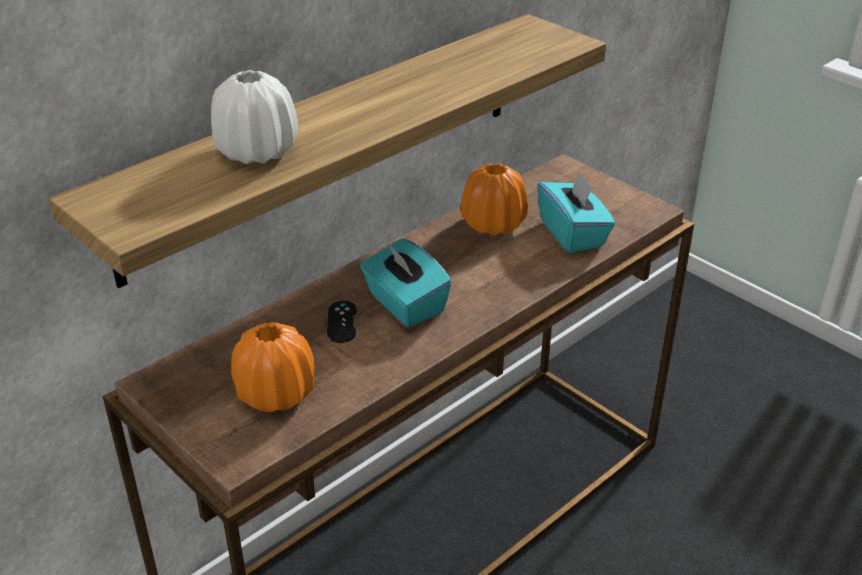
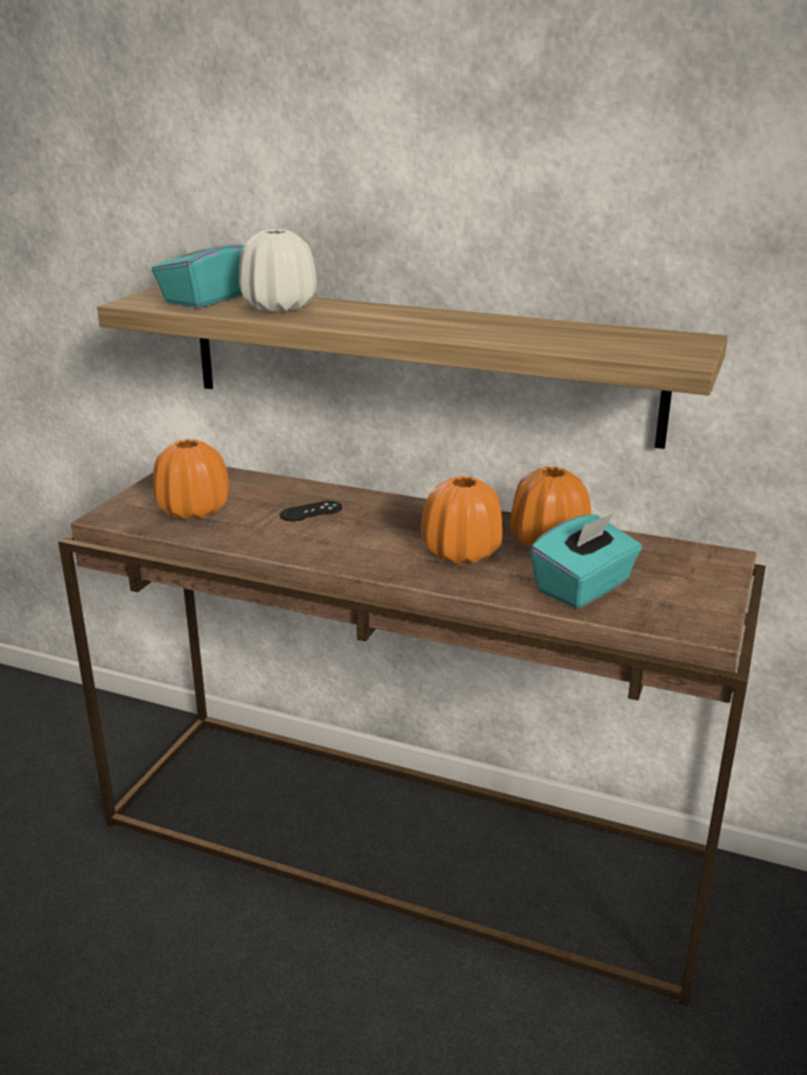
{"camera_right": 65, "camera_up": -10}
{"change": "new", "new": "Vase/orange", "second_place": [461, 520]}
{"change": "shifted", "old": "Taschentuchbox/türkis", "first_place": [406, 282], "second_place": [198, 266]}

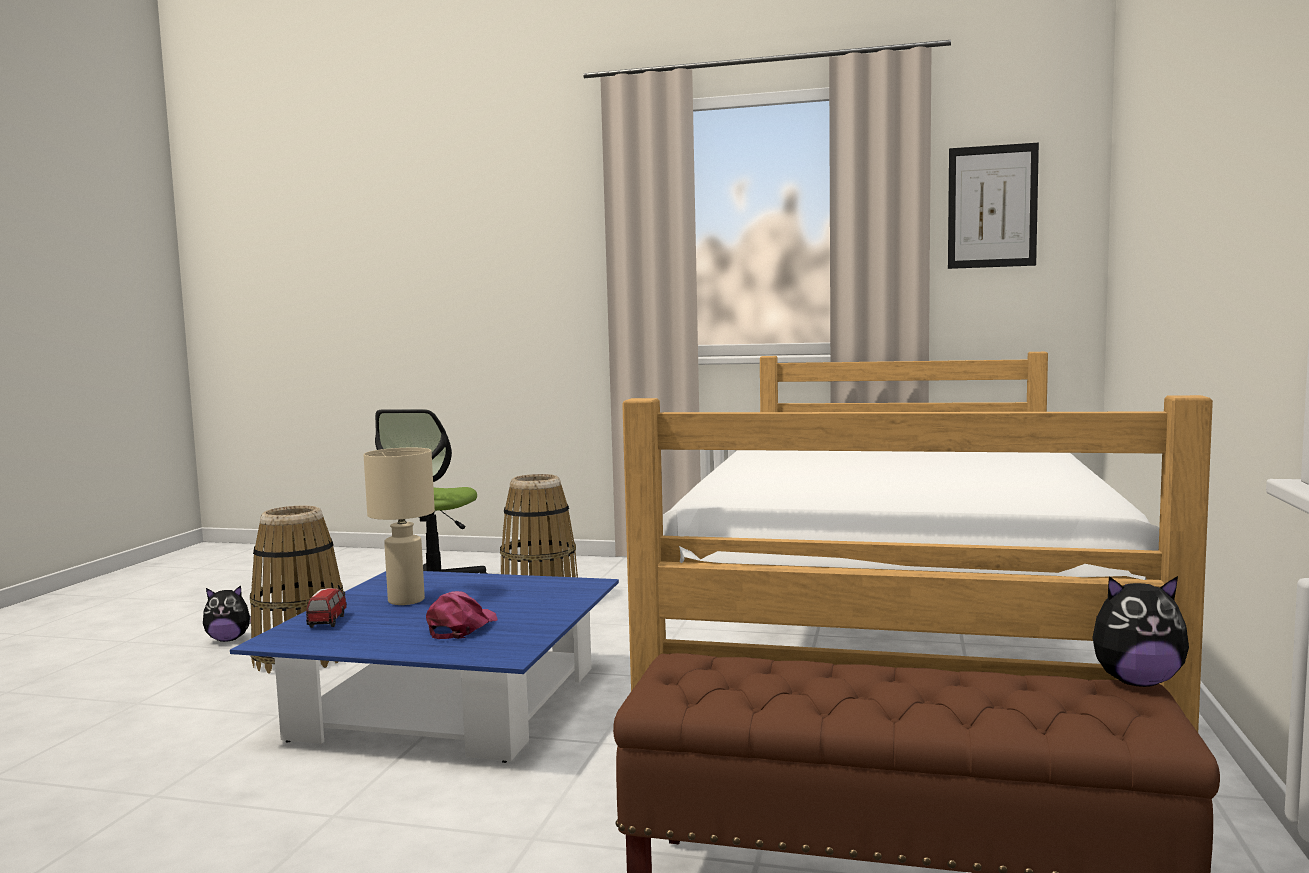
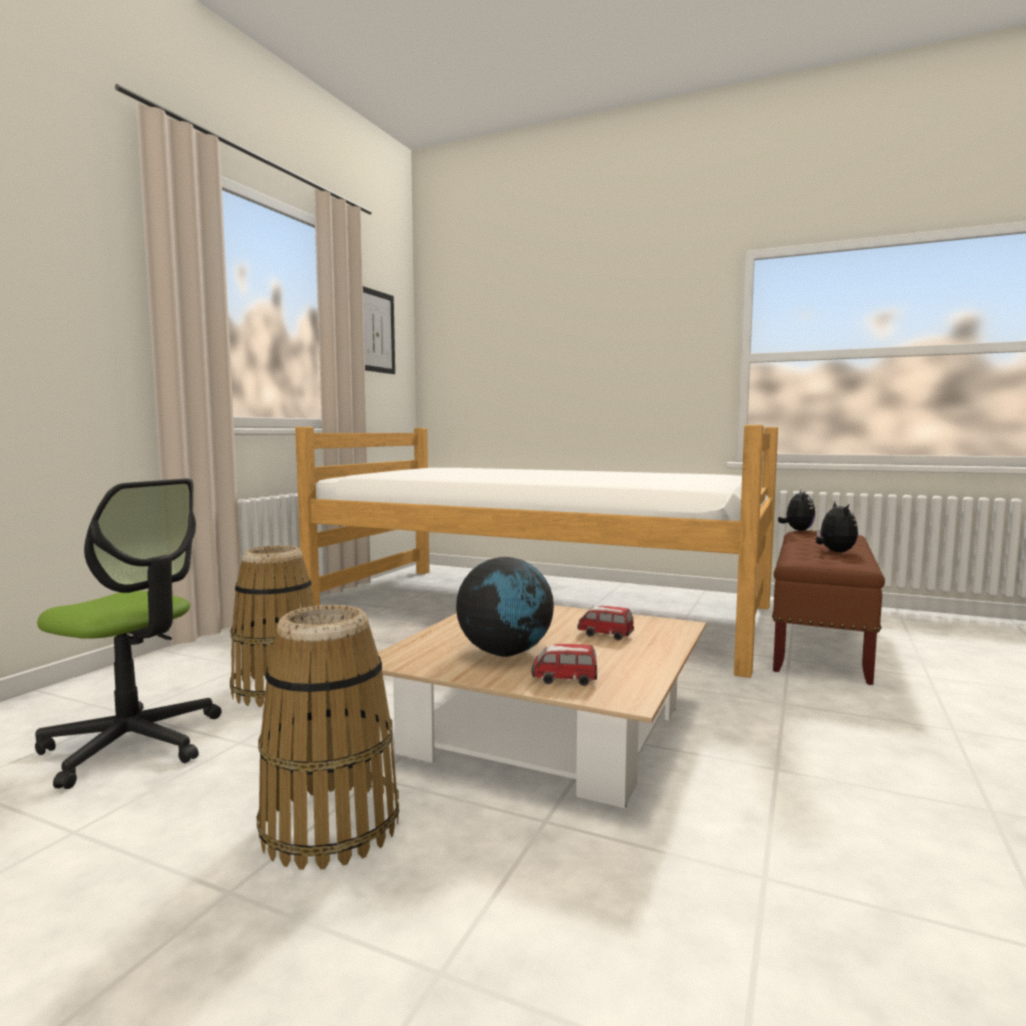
{"camera_right": -80, "camera_up": 0}
{"change": "shifted", "old": "Plüschtier", "first_place": [227, 613], "second_place": [837, 527]}
{"change": "swapped", "old": "Tischlampe/beige", "new": "Globus", "first_place": [399, 526], "second_place": [505, 607]}
{"change": "swapped", "old": "Kappe/rosa", "new": "Spielzeugauto", "first_place": [462, 615], "second_place": [605, 623]}
{"change": "repainted", "old": "Couchtisch/blau", "new": "Couchtisch/beige", "first_place": [424, 667], "second_place": [542, 706]}

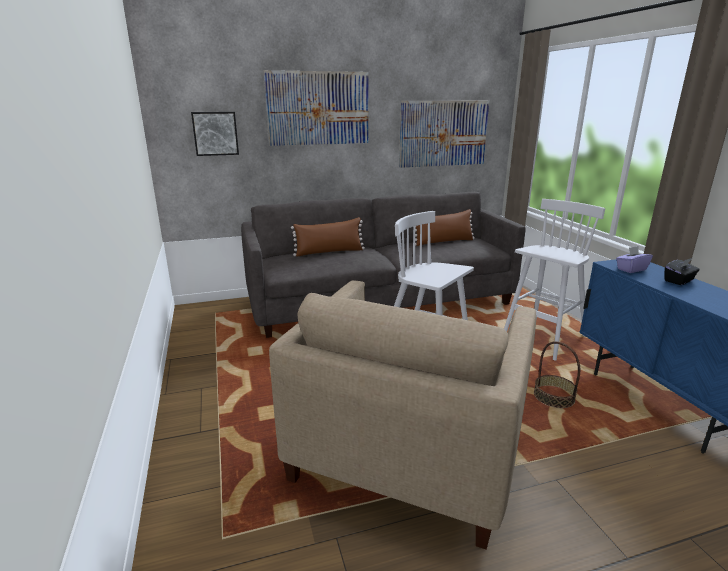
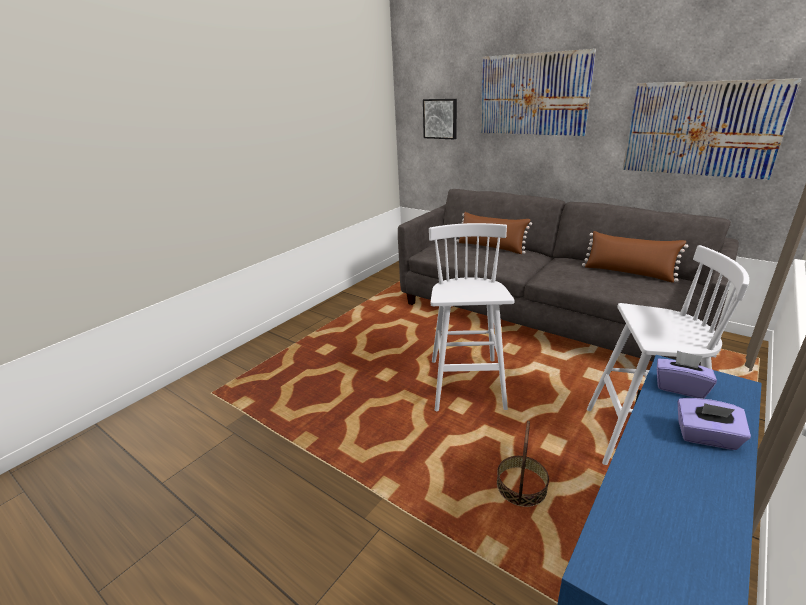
{"camera_right": 55, "camera_up": 5}
{"change": "gone", "old": "Sessel/beige", "first_place": [402, 415]}
{"change": "repainted", "old": "Taschentuchbox/schwarz", "new": "Taschentuchbox/lila", "first_place": [682, 271], "second_place": [714, 424]}

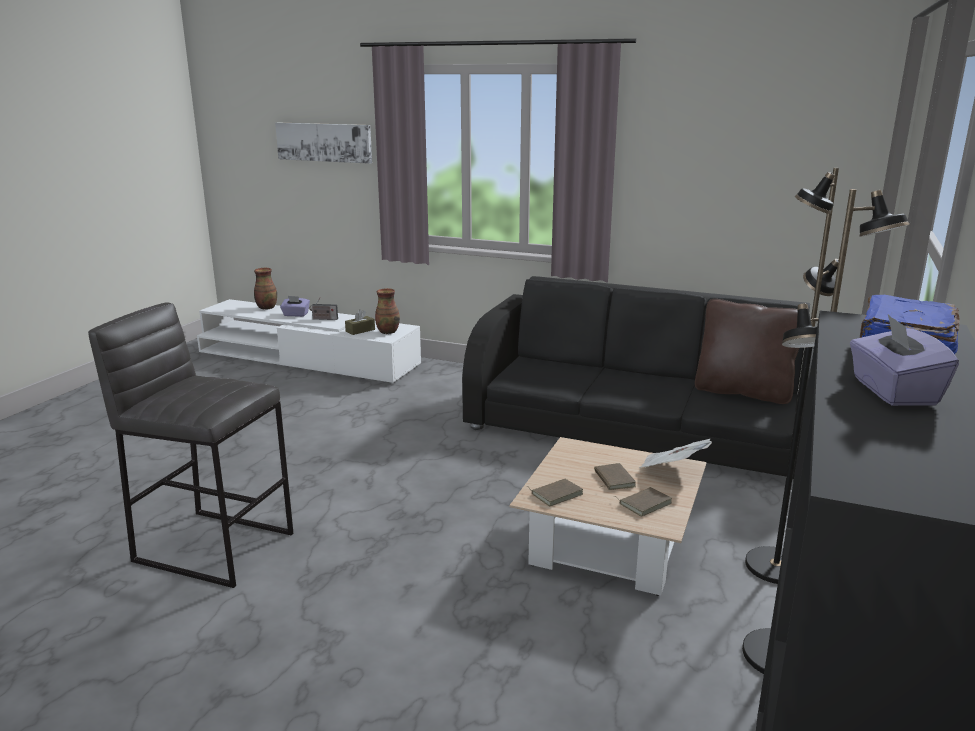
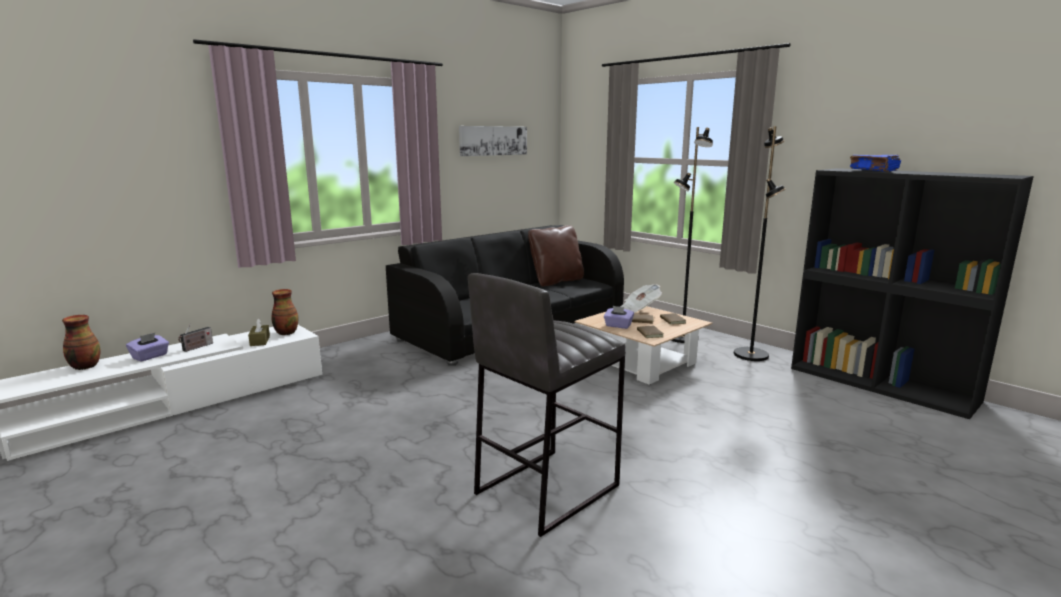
{"camera_right": -65, "camera_up": -5}
{"change": "shifted", "old": "Bild", "first_place": [323, 143], "second_place": [493, 141]}
{"change": "shifted", "old": "Taschentuchbox/lila", "first_place": [904, 360], "second_place": [619, 317]}

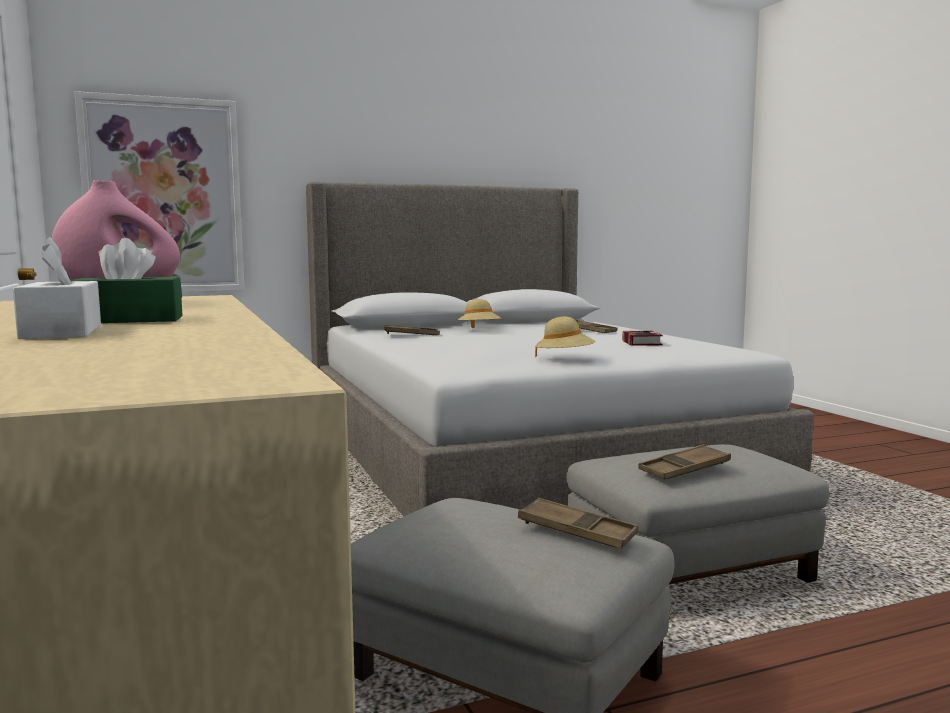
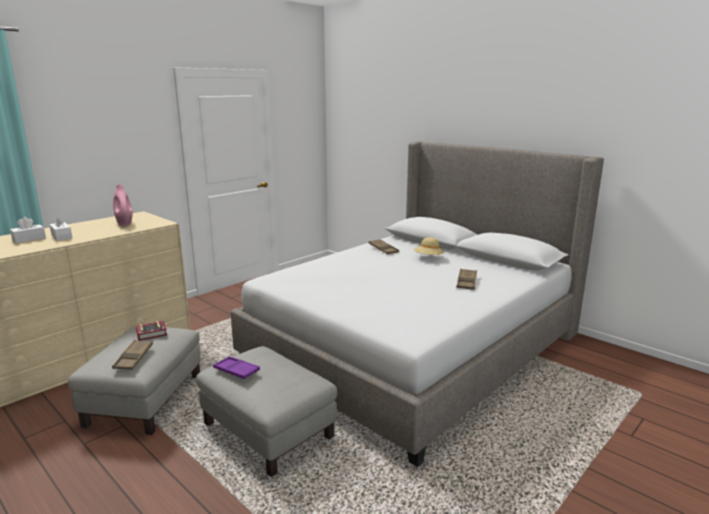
{"camera_right": 65, "camera_up": 10}
{"change": "gone", "old": "Bild", "first_place": [159, 191]}
{"change": "gone", "old": "Hut/beige", "first_place": [565, 337]}
{"change": "shifted", "old": "Buch", "first_place": [642, 338], "second_place": [151, 331]}
{"change": "repainted", "old": "Taschentuchbox/grün", "new": "Taschentuchbox/weiß", "first_place": [127, 280], "second_place": [60, 228]}
{"change": "repainted", "old": "Tablett/braun", "new": "Tablett/lila", "first_place": [685, 462], "second_place": [236, 367]}

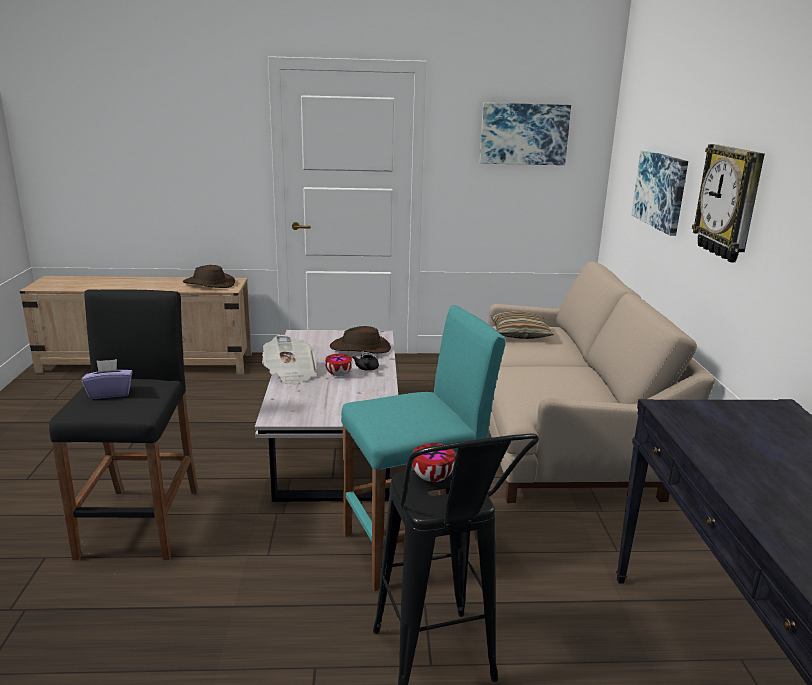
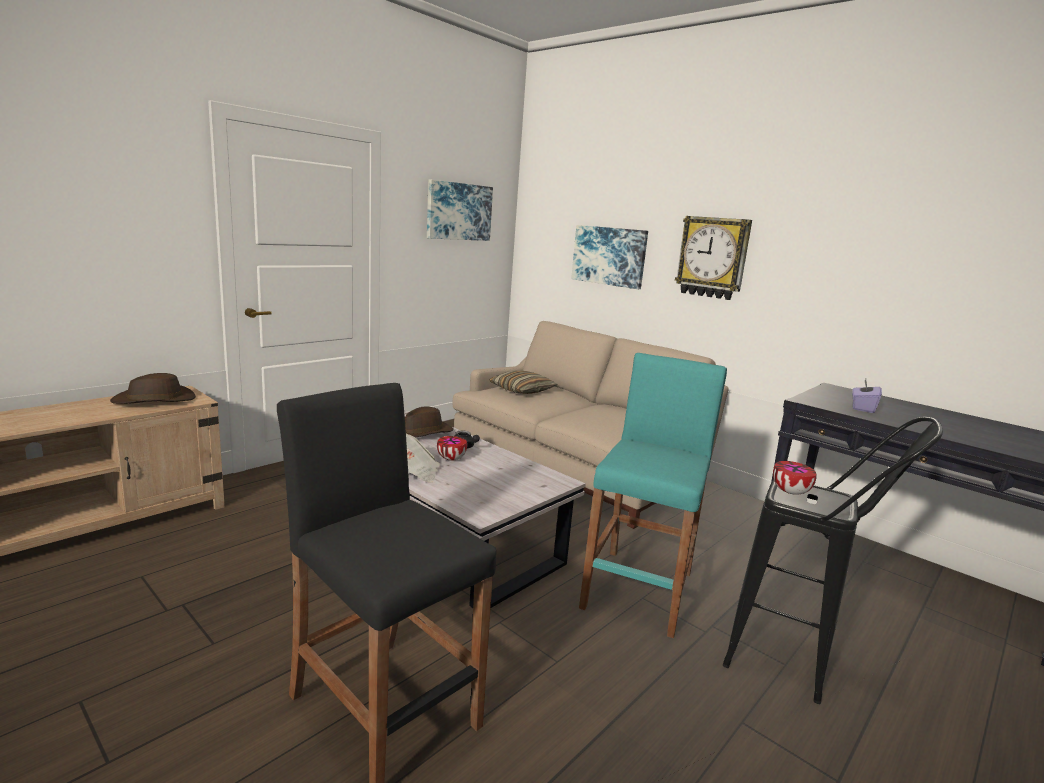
{"camera_right": -45, "camera_up": -5}
{"change": "shifted", "old": "Taschentuchbox/lila", "first_place": [107, 379], "second_place": [867, 396]}

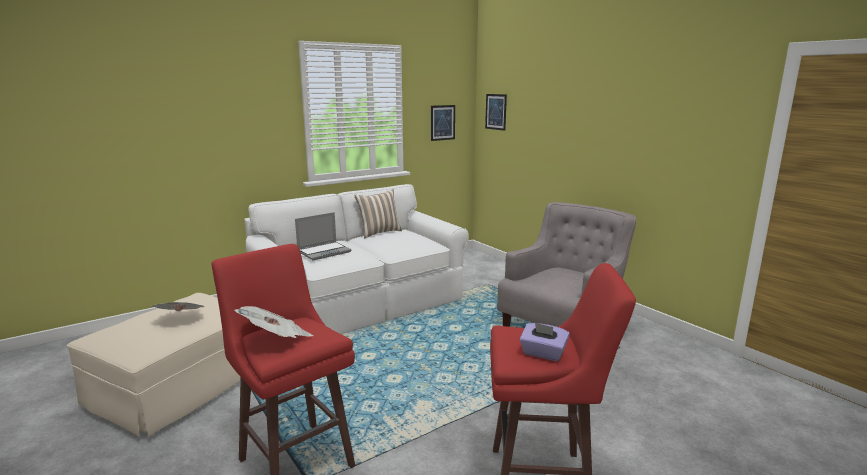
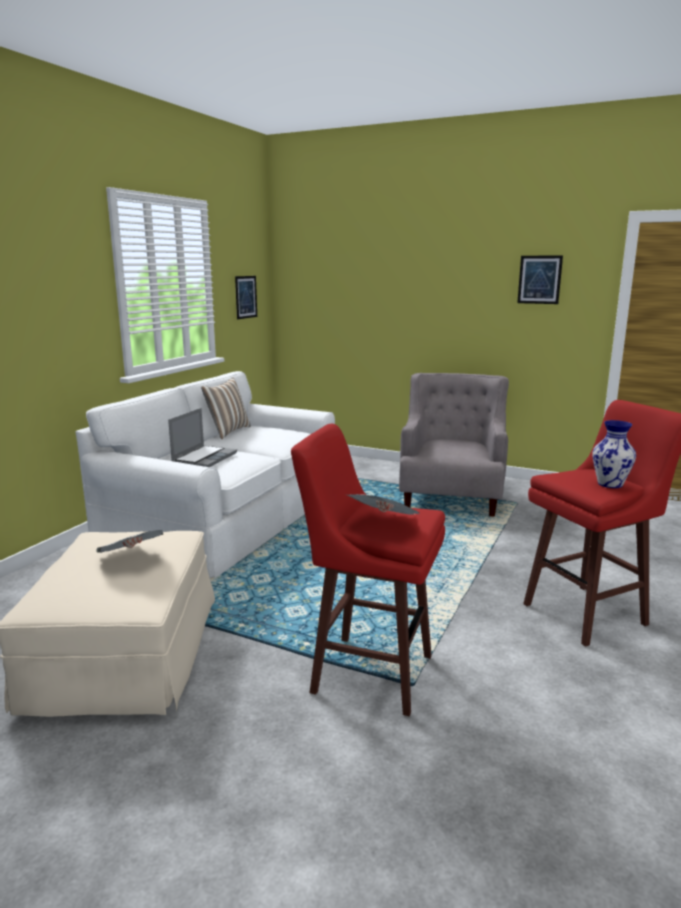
{"camera_right": -30, "camera_up": 0}
{"change": "shifted", "old": "Bild", "first_place": [496, 112], "second_place": [540, 280]}
{"change": "swapped", "old": "Taschentuchbox/lila", "new": "Vase", "first_place": [545, 342], "second_place": [614, 454]}

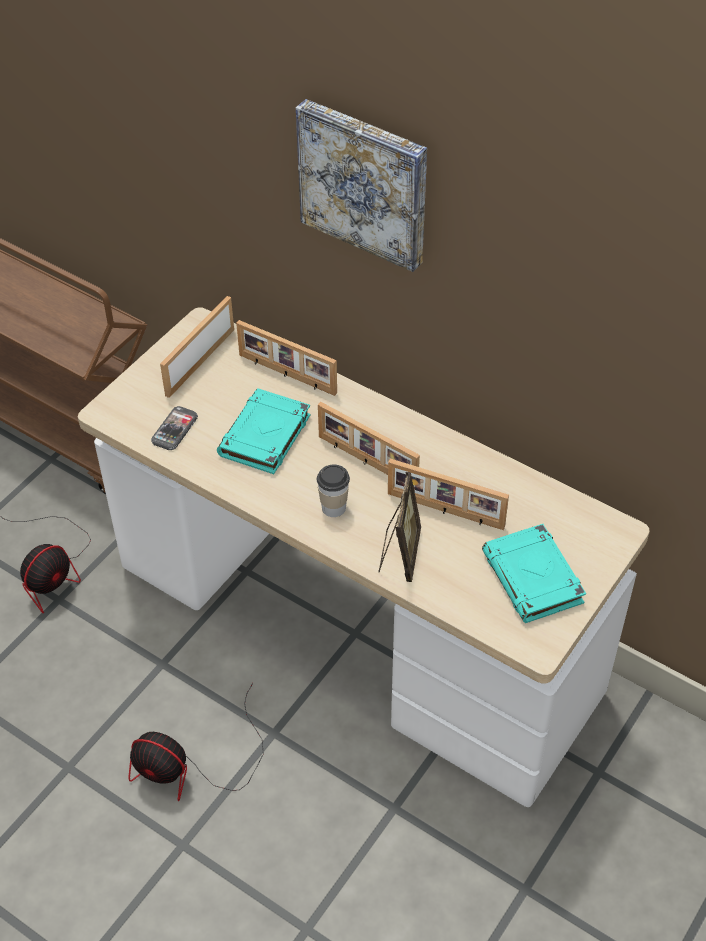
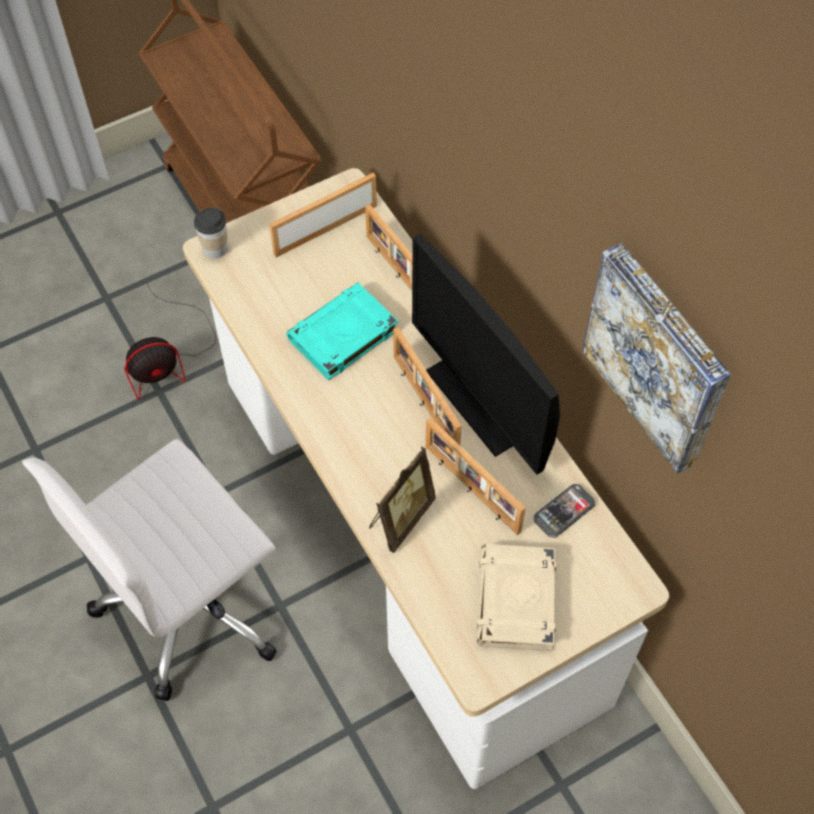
{"camera_right": 25, "camera_up": 10}
{"change": "new", "new": "Monitor", "second_place": [486, 354]}
{"change": "shifted", "old": "Handy", "first_place": [174, 428], "second_place": [564, 511]}
{"change": "shifted", "old": "Bild", "first_place": [361, 185], "second_place": [656, 358]}
{"change": "shifted", "old": "Tasse", "first_place": [333, 490], "second_place": [211, 233]}
{"change": "swapped", "old": "Ventilator", "new": "Bürostuhl/weiß", "first_place": [196, 742], "second_place": [149, 570]}
{"change": "repainted", "old": "Buch/türkis", "new": "Buch/beige", "first_place": [534, 573], "second_place": [516, 597]}

